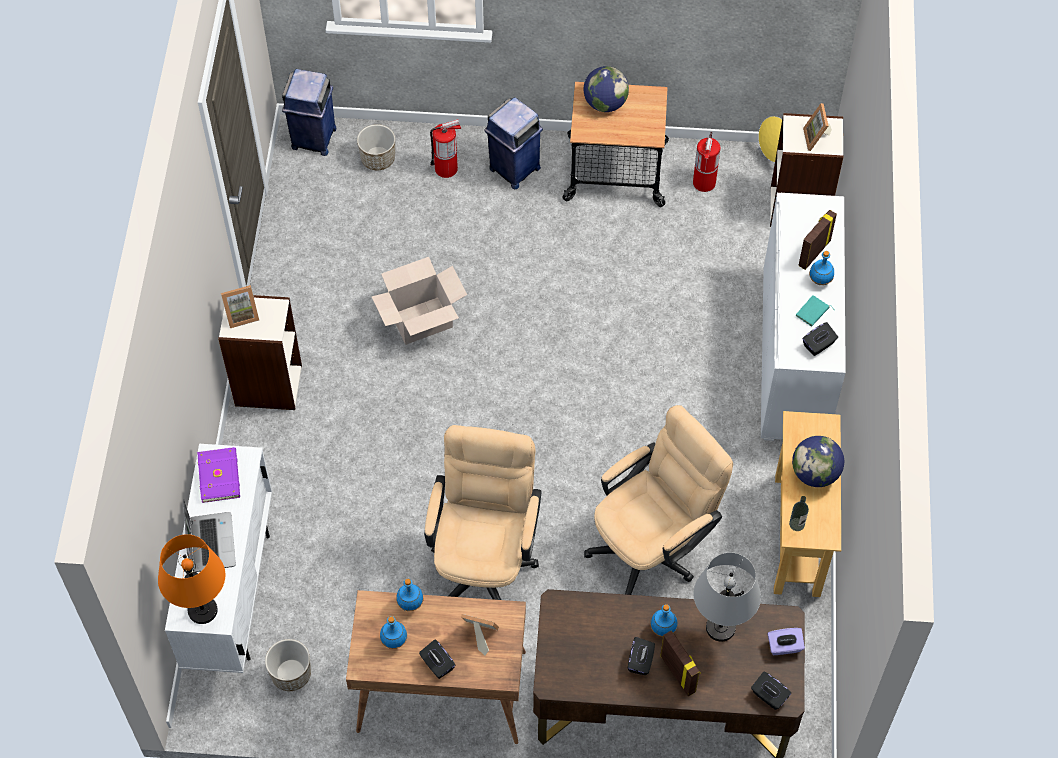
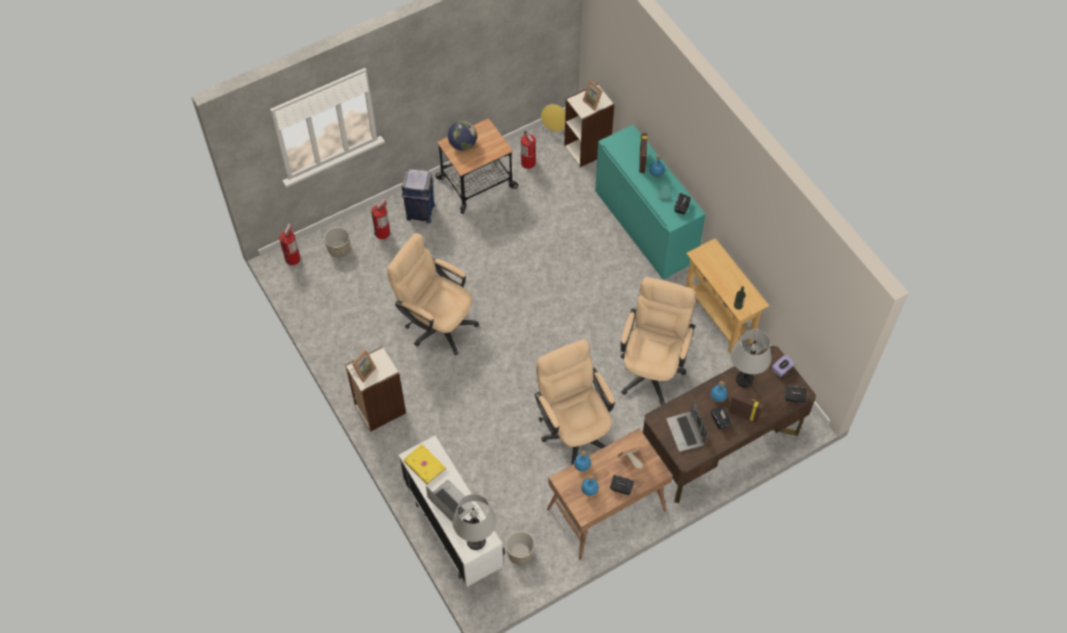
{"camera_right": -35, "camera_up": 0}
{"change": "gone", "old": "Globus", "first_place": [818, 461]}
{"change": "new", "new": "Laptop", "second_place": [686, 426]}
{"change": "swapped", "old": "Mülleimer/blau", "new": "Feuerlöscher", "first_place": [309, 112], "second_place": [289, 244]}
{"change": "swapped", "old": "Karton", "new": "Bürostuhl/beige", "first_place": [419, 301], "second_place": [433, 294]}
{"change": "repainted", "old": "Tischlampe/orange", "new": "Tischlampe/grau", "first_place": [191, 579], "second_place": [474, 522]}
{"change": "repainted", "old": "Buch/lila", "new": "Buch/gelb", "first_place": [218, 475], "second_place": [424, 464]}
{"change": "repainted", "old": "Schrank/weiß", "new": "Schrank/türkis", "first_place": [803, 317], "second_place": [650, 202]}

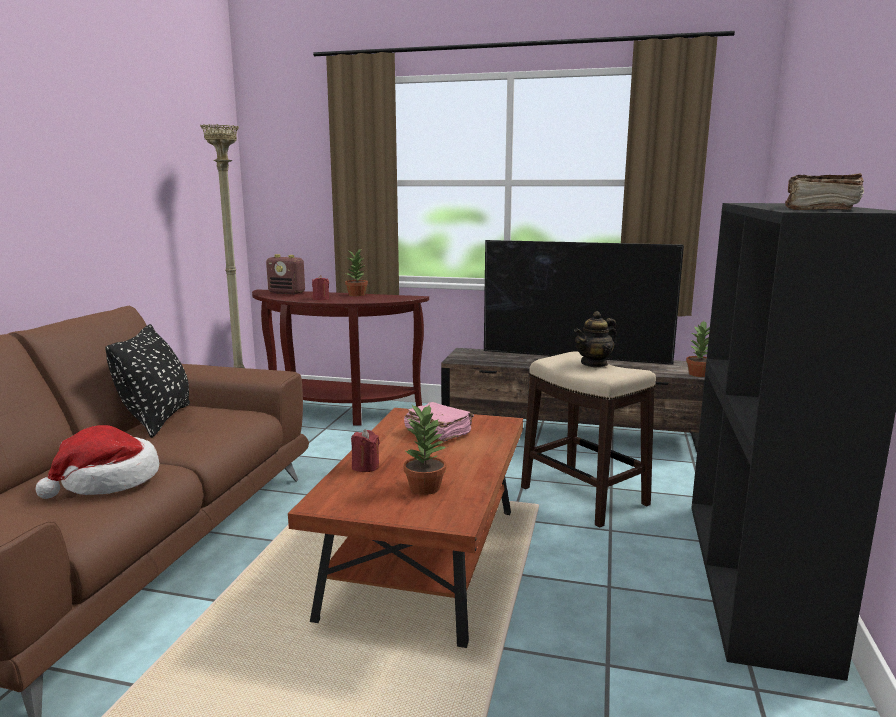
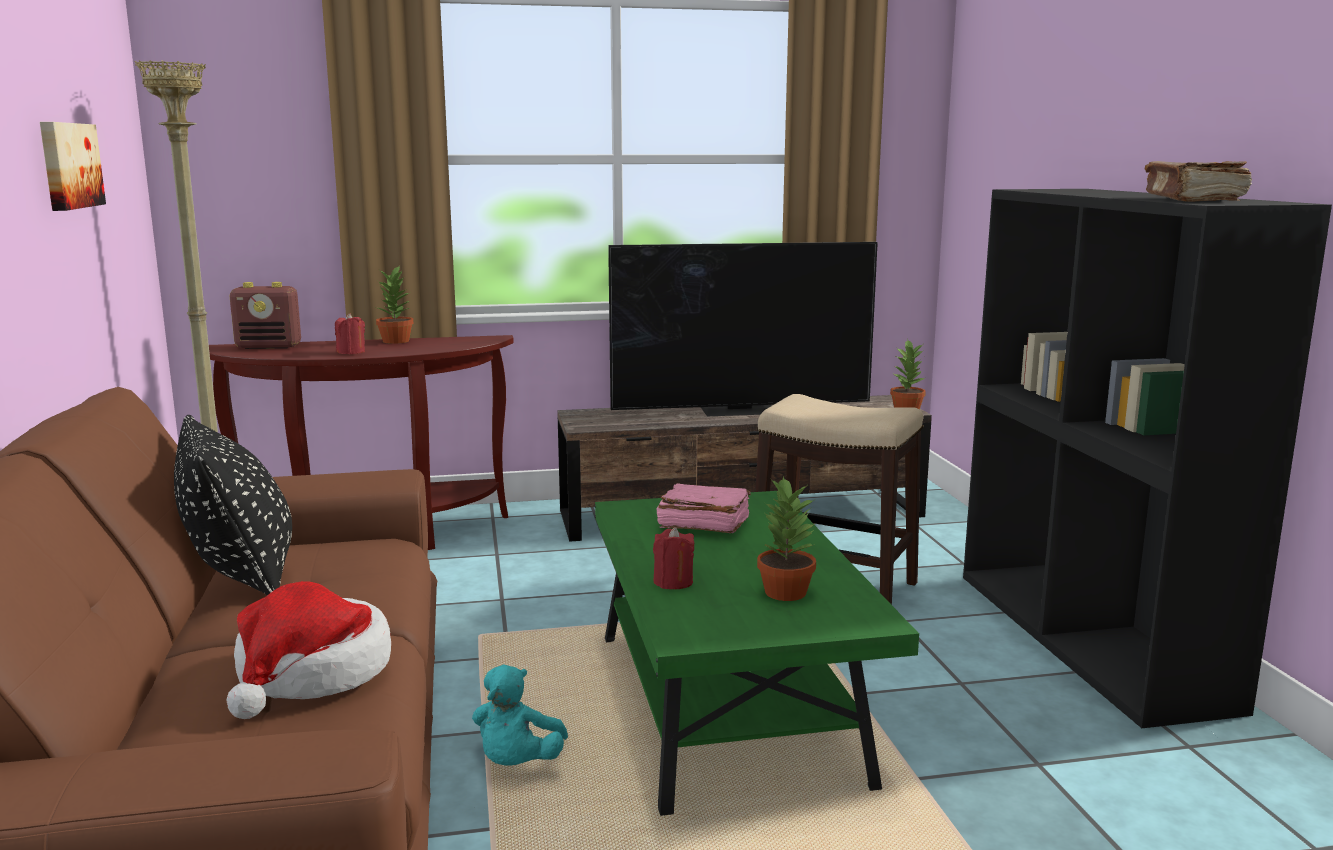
{"camera_right": -25, "camera_up": 0}
{"change": "gone", "old": "Teekanne", "first_place": [595, 339]}
{"change": "new", "new": "Bild", "second_place": [73, 166]}
{"change": "new", "new": "Plüschtier/türkis", "second_place": [520, 715]}
{"change": "repainted", "old": "Couchtisch/braun", "new": "Couchtisch/grün", "first_place": [406, 528], "second_place": [757, 653]}

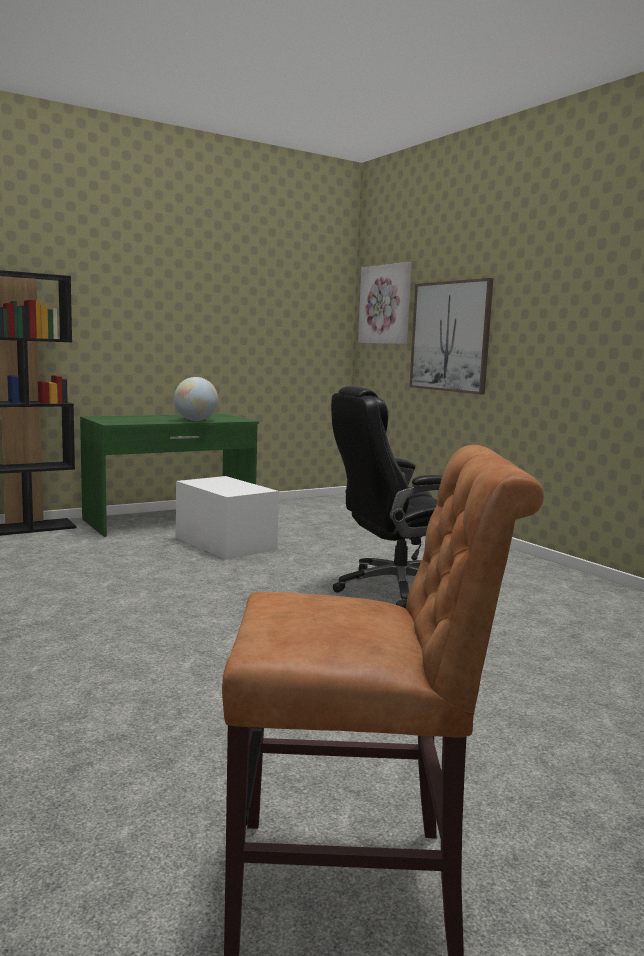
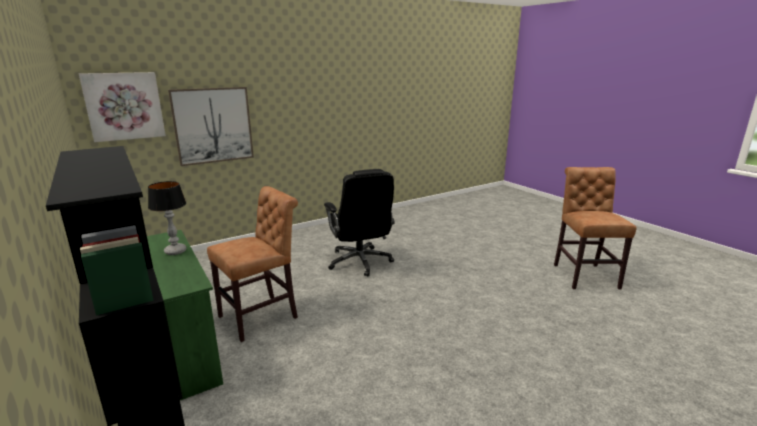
{"camera_right": -90, "camera_up": 10}
{"change": "swapped", "old": "Globus", "new": "Tischlampe", "first_place": [196, 399], "second_place": [167, 218]}
{"change": "swapped", "old": "Aufbewahrungsbox/weiß", "new": "Stuhl/braun", "first_place": [227, 518], "second_place": [252, 264]}

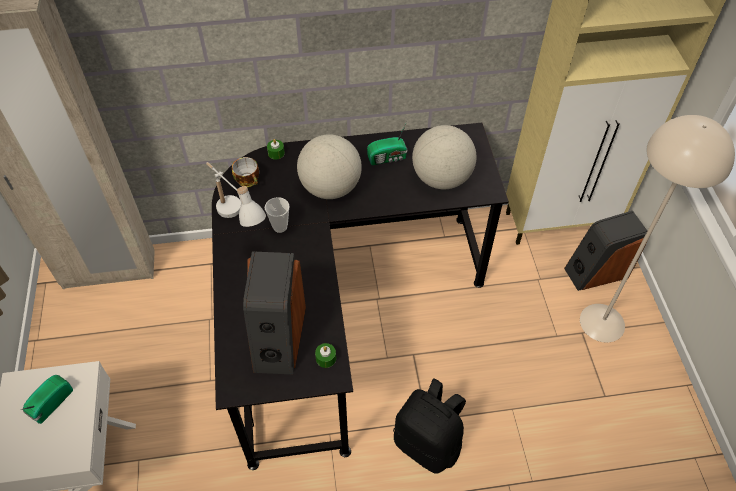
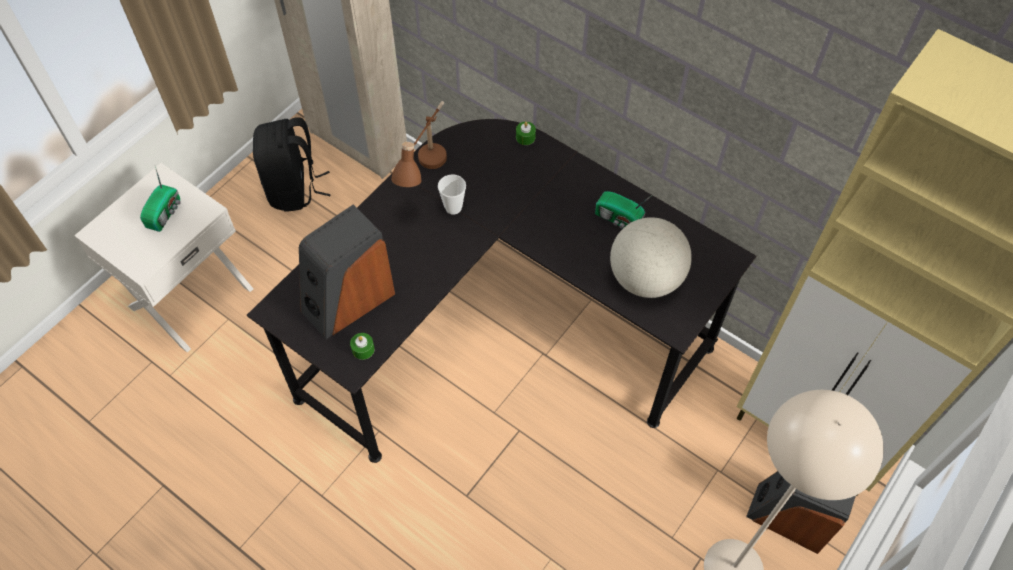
{"camera_right": 45, "camera_up": 5}
{"change": "gone", "old": "Tasse", "first_place": [245, 172]}
{"change": "gone", "old": "Globus", "first_place": [329, 166]}
{"change": "shifted", "old": "Rucksack/schwarz", "first_place": [429, 426], "second_place": [292, 164]}
{"change": "repainted", "old": "Tischlampe/weiß", "new": "Tischlampe/braun", "first_place": [236, 194], "second_place": [419, 144]}
{"change": "rotated", "old": "Radio", "first_place": [47, 399], "second_place": [160, 199], "degrees": 120}

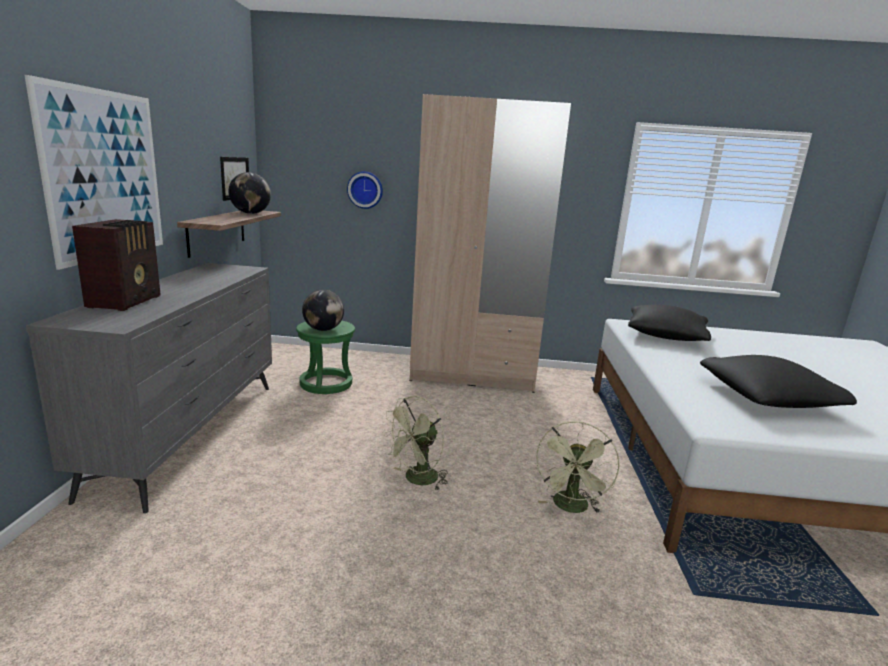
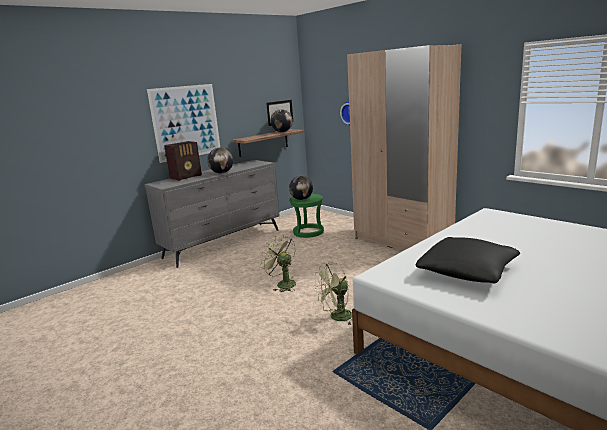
{"camera_right": 45, "camera_up": 0}
{"change": "gone", "old": "Kissen/schwarz", "first_place": [669, 322]}
{"change": "new", "new": "Globus", "second_place": [220, 160]}
{"change": "rotated", "old": "Ventilator/grün", "first_place": [415, 443], "second_place": [278, 263], "degrees": 45}

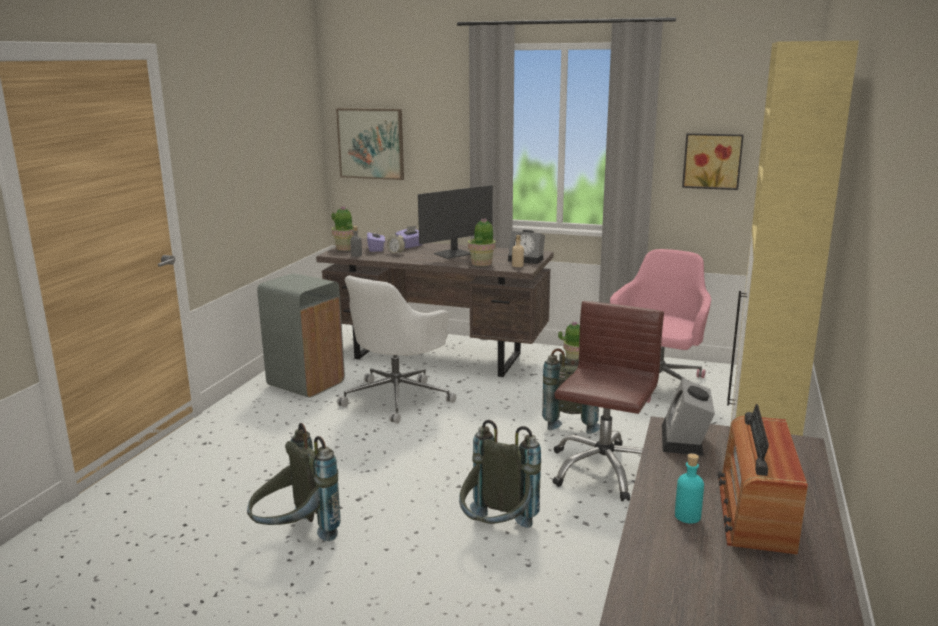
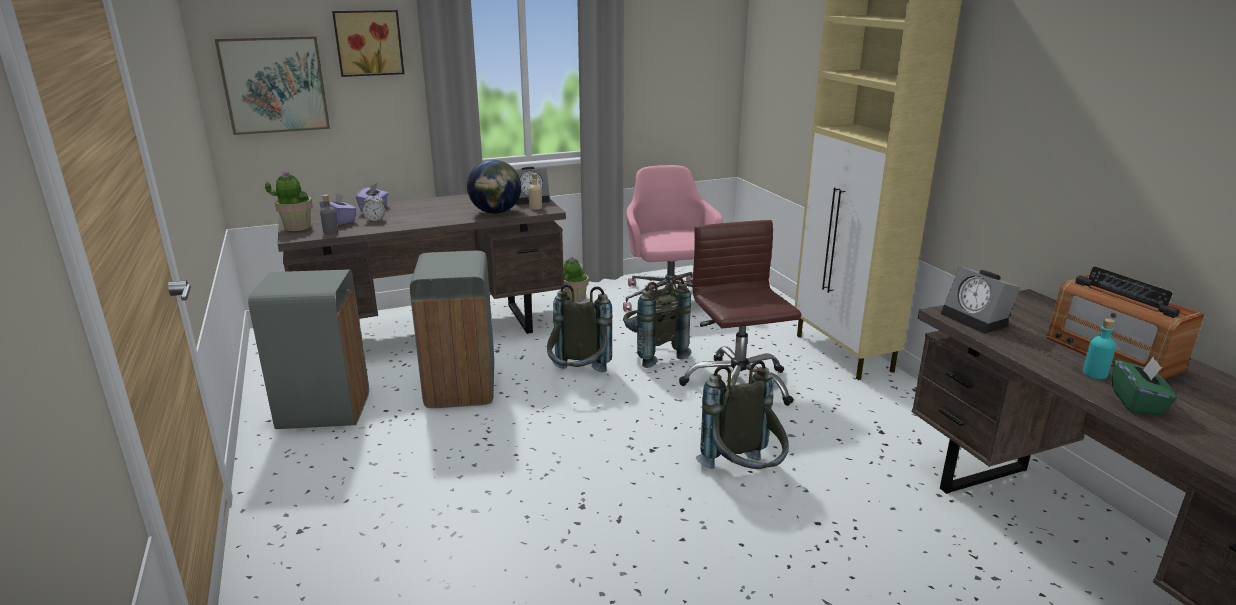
{"camera_right": -40, "camera_up": 5}
{"change": "gone", "old": "Monitor", "first_place": [455, 222]}
{"change": "new", "new": "Taschentuchbox/grün", "second_place": [1144, 386]}
{"change": "shifted", "old": "Rucksack/grau", "first_place": [294, 482], "second_place": [579, 328]}
{"change": "shifted", "old": "Bild", "first_place": [713, 161], "second_place": [368, 43]}
{"change": "swapped", "old": "Bürostuhl/weiß", "new": "Mülleimer/grau", "first_place": [396, 350], "second_place": [452, 329]}
{"change": "swapped", "old": "Topfpflanze", "new": "Globus", "first_place": [481, 242], "second_place": [494, 187]}

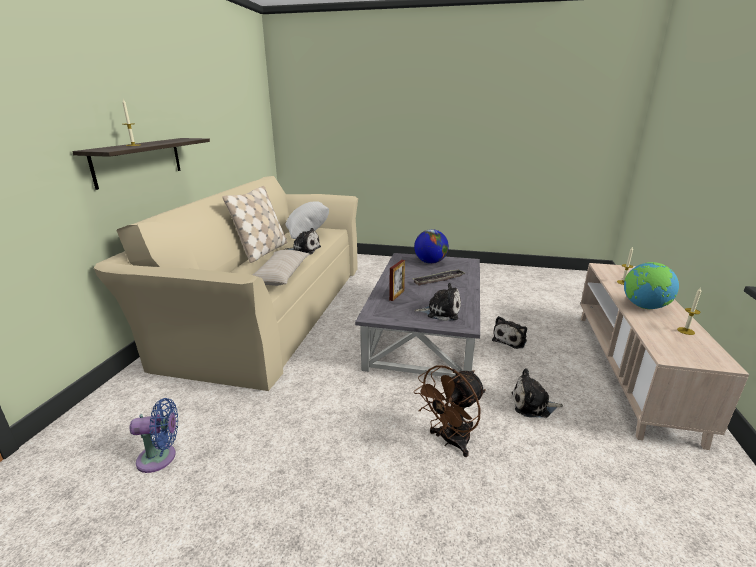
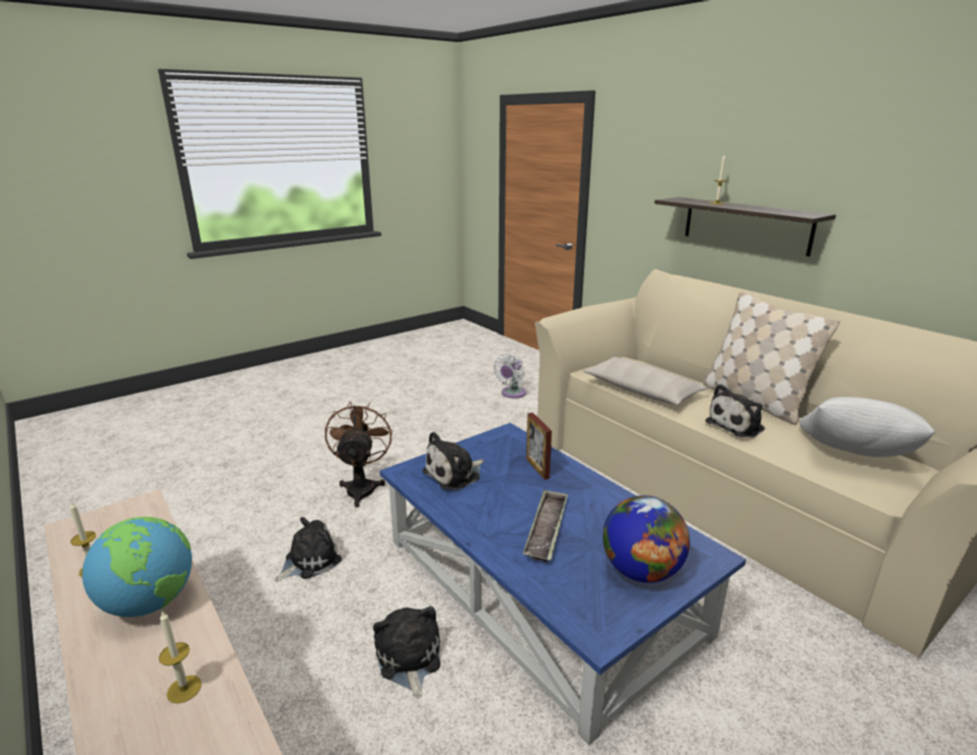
{"camera_right": 130, "camera_up": 0}
{"change": "repainted", "old": "Ventilator/blau", "new": "Ventilator/weiß", "first_place": [154, 435], "second_place": [510, 376]}
{"change": "repainted", "old": "Couchtisch/grau", "new": "Couchtisch/blau", "first_place": [417, 315], "second_place": [563, 584]}

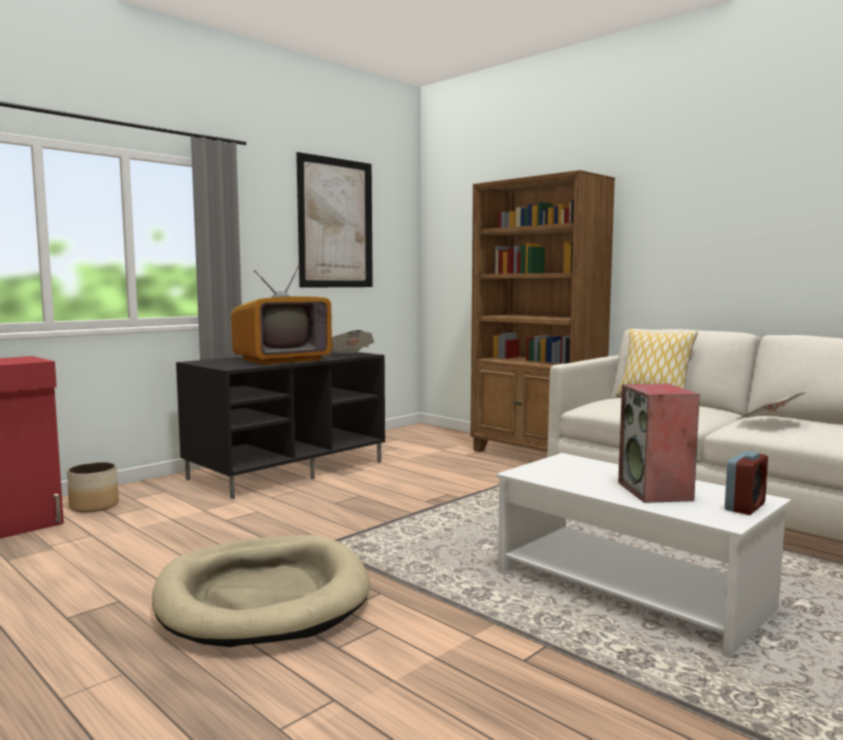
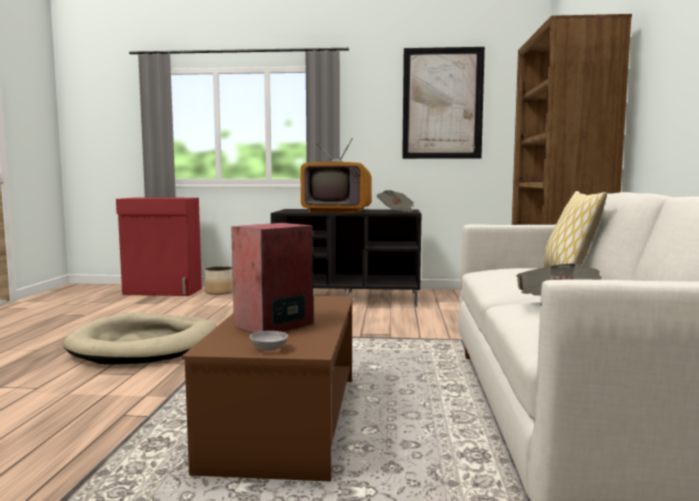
{"camera_right": 50, "camera_up": 0}
{"change": "swapped", "old": "Wecker", "new": "Schüssel/grau", "first_place": [746, 483], "second_place": [269, 341]}
{"change": "repainted", "old": "Couchtisch/weiß", "new": "Couchtisch/braun", "first_place": [643, 555], "second_place": [267, 389]}

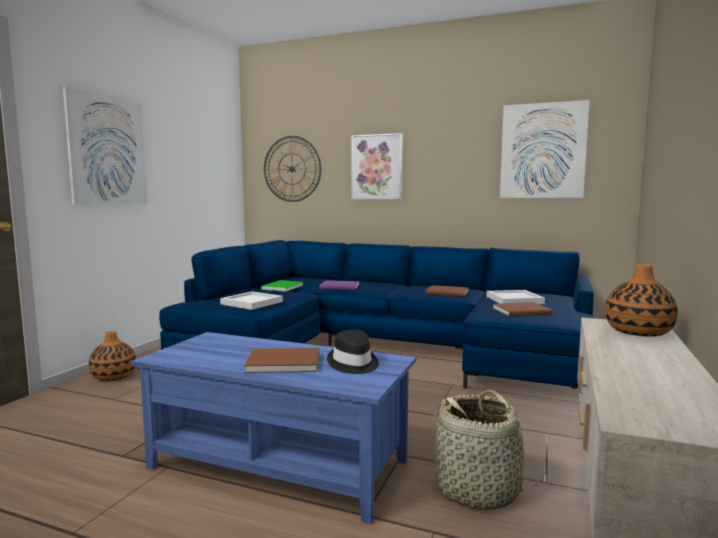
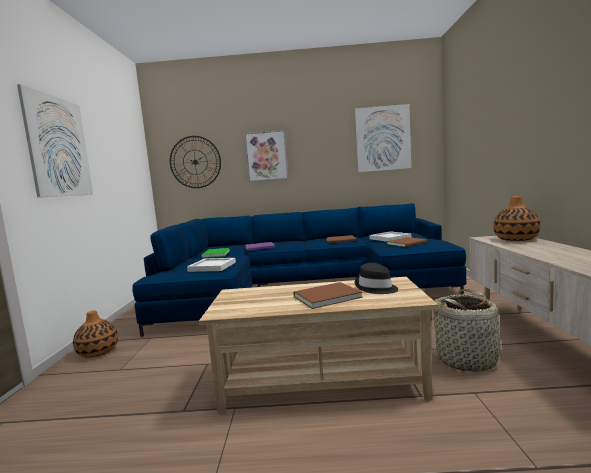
{"camera_right": -20, "camera_up": 0}
{"change": "repainted", "old": "Couchtisch/blau", "new": "Couchtisch/beige", "first_place": [273, 428], "second_place": [318, 345]}

